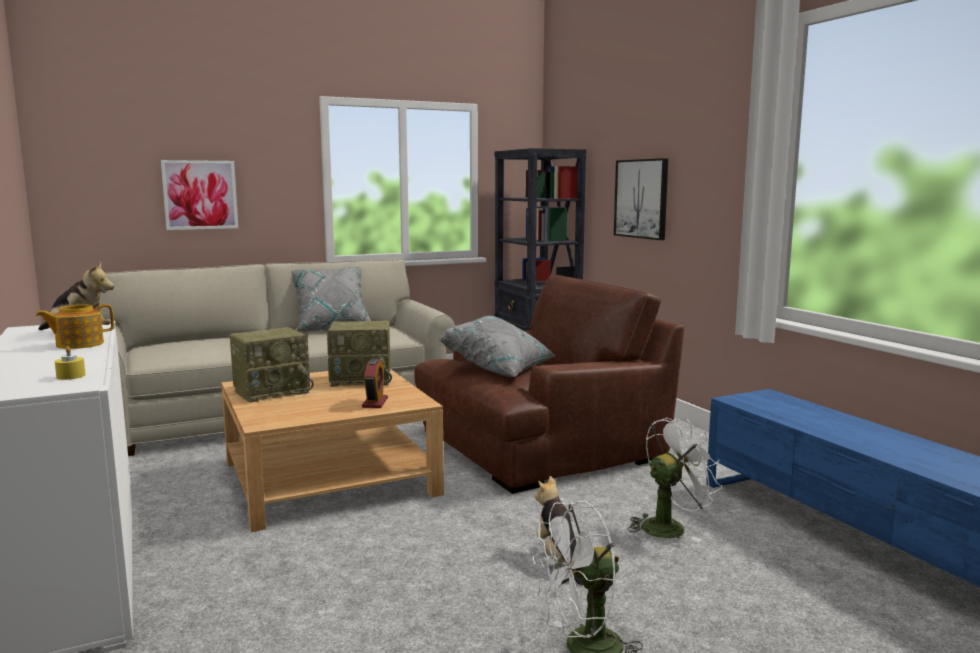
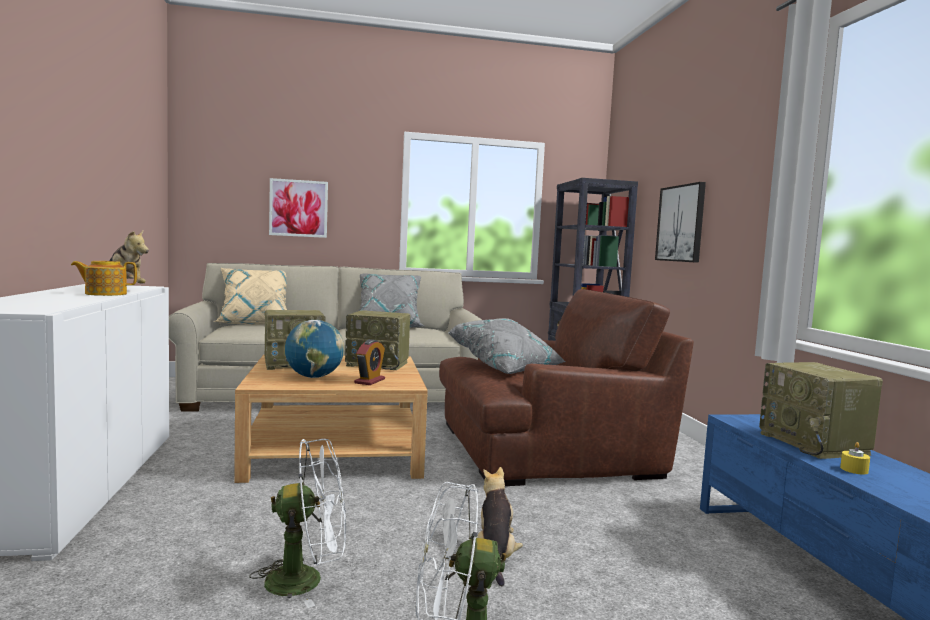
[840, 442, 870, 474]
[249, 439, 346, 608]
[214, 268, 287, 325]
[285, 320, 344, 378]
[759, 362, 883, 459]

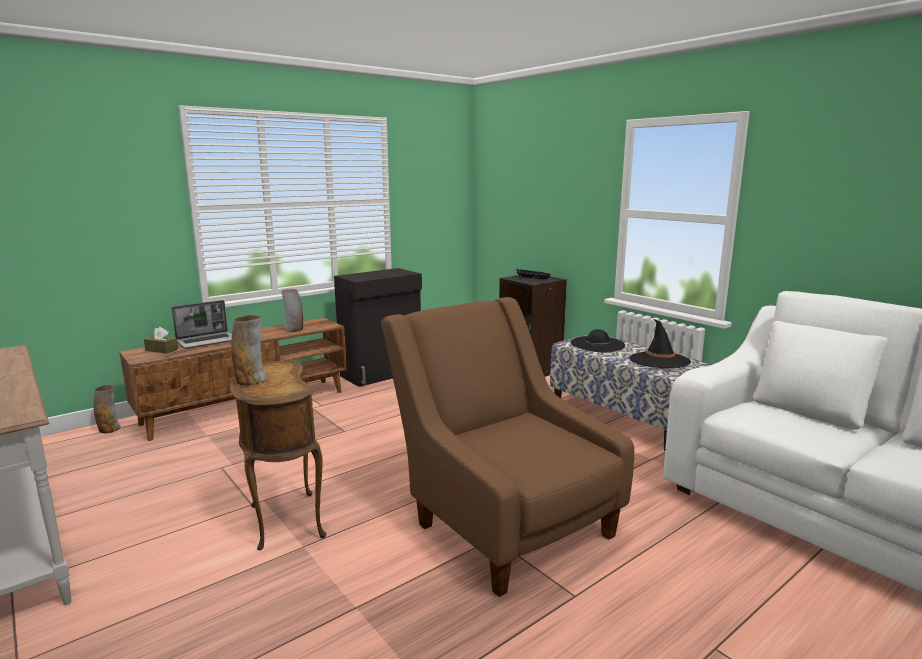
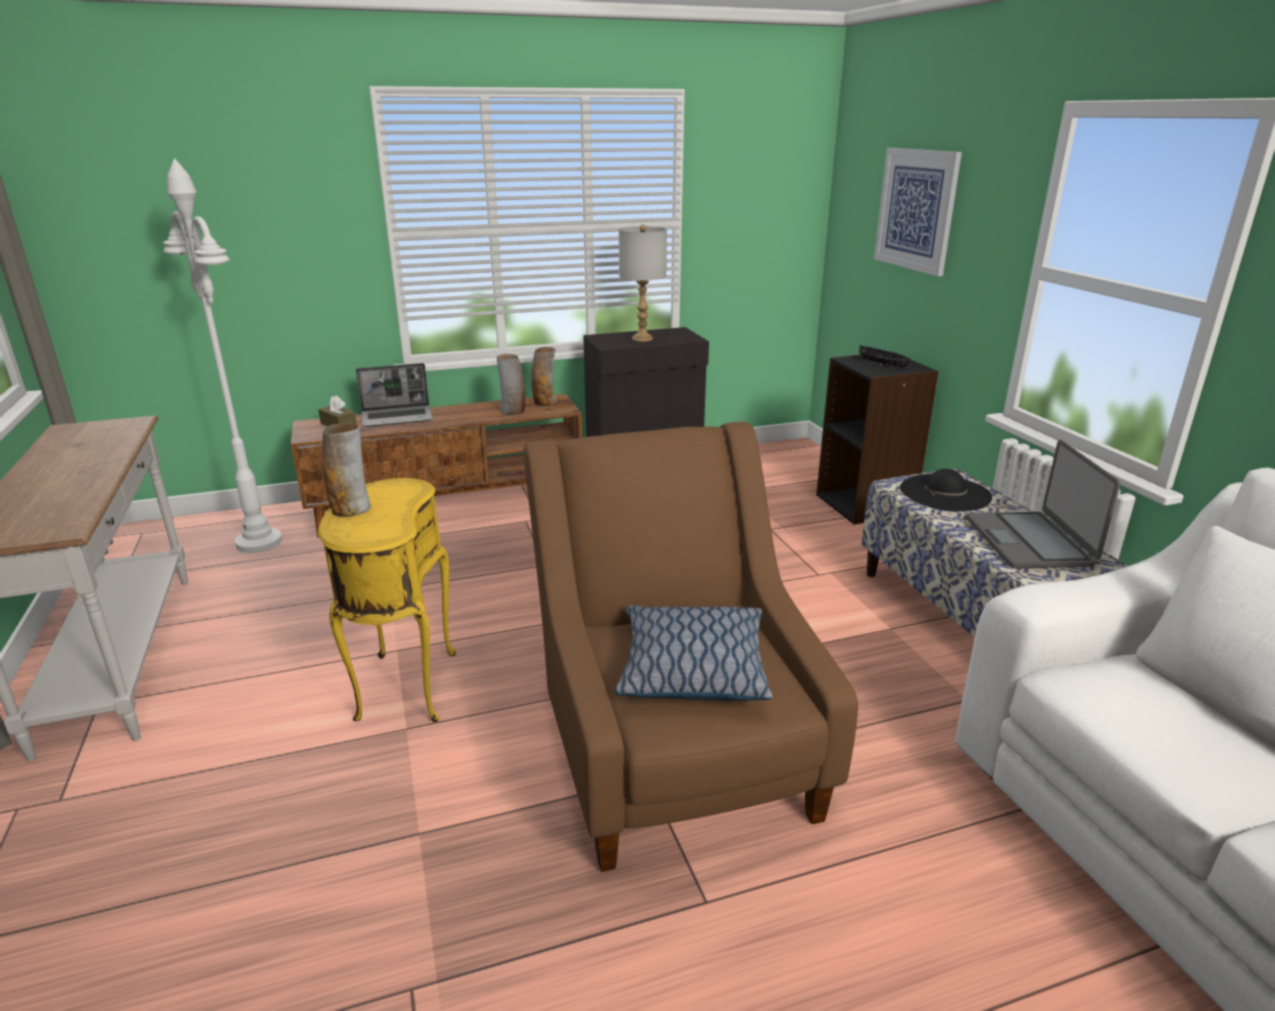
[531, 347, 557, 406]
[318, 478, 456, 722]
[966, 440, 1121, 569]
[163, 158, 282, 553]
[615, 606, 773, 701]
[619, 224, 667, 342]
[874, 148, 962, 276]

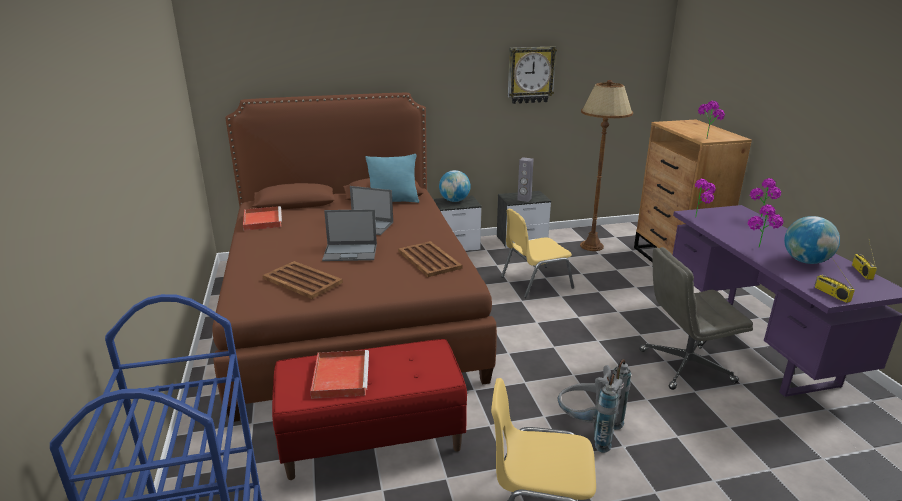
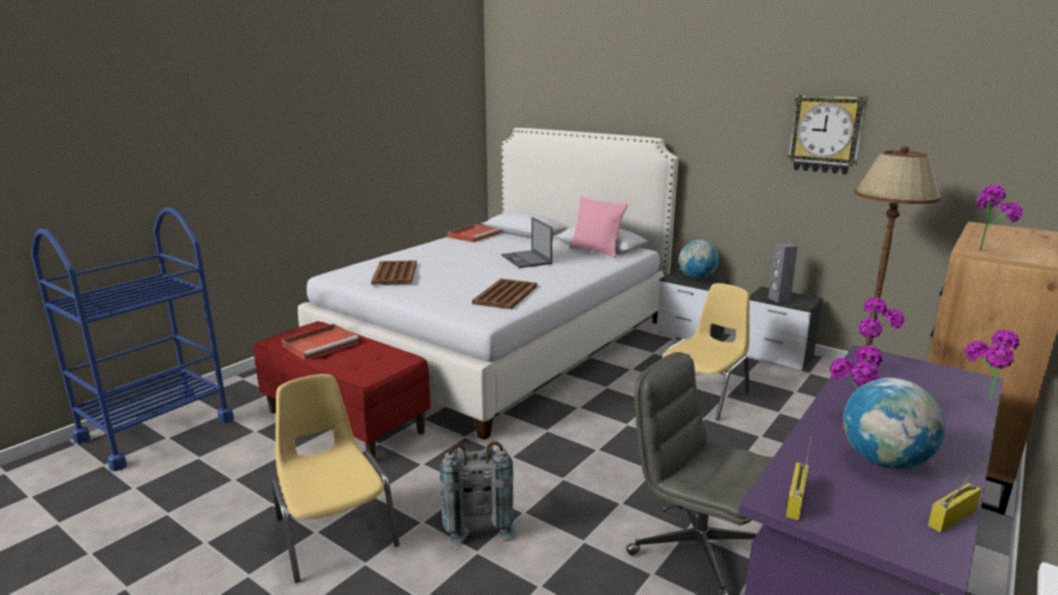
[298, 128, 679, 440]
[322, 209, 377, 261] (first image)
[569, 196, 628, 258]
[661, 283, 750, 421]

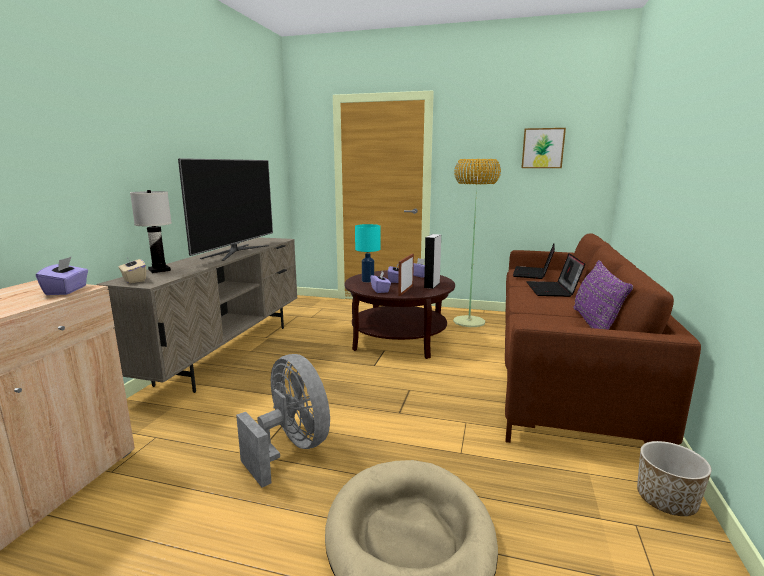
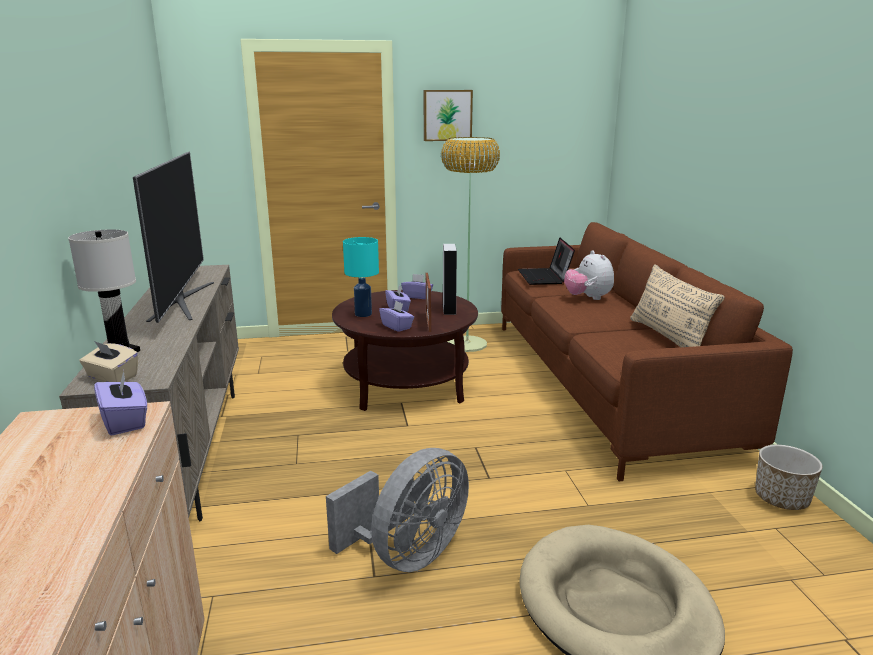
[326, 448, 469, 572]
[423, 90, 473, 141]
[564, 250, 614, 300]
[630, 264, 725, 347]

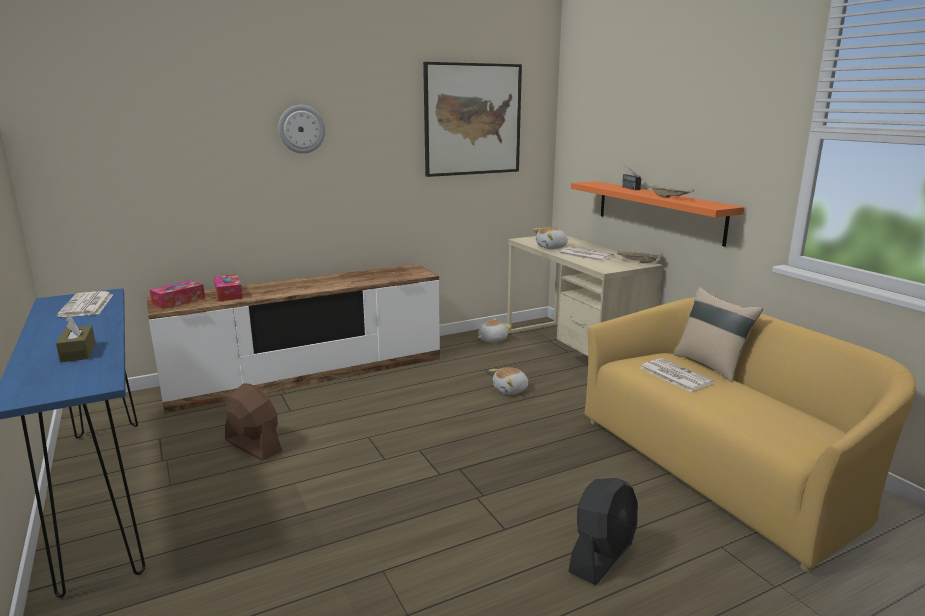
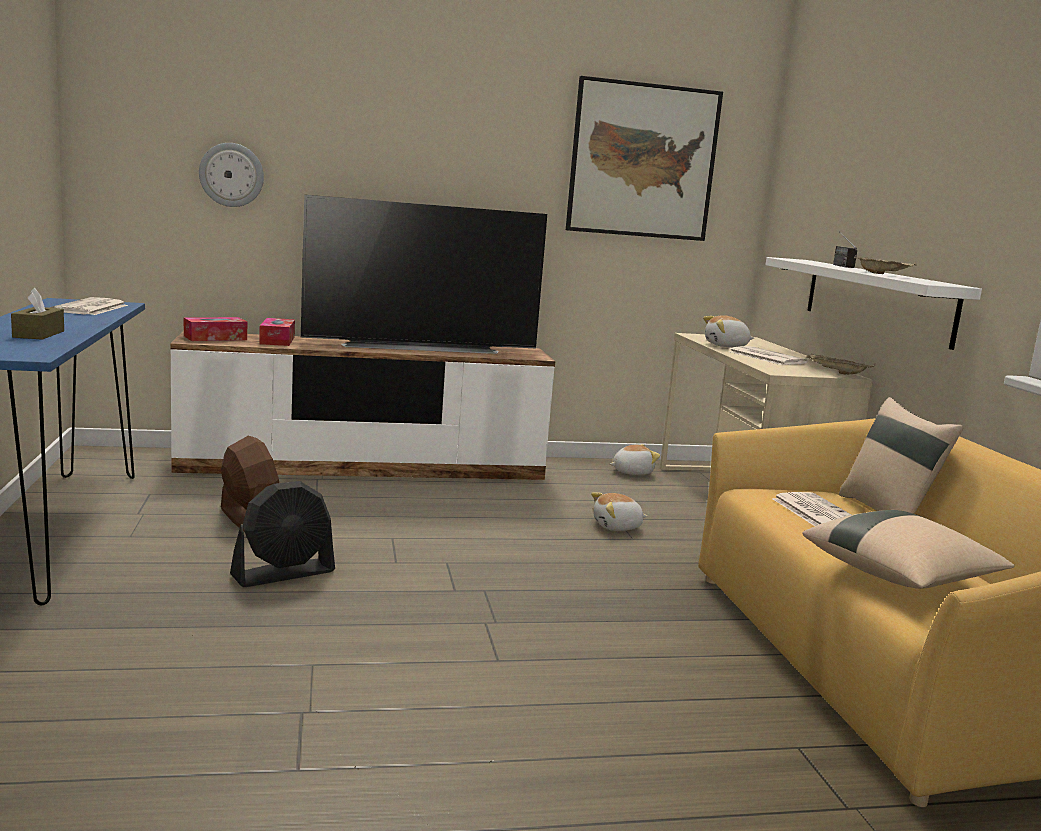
[199, 143, 264, 207]
[230, 481, 335, 587]
[765, 257, 982, 350]
[301, 195, 547, 354]
[802, 510, 1015, 589]

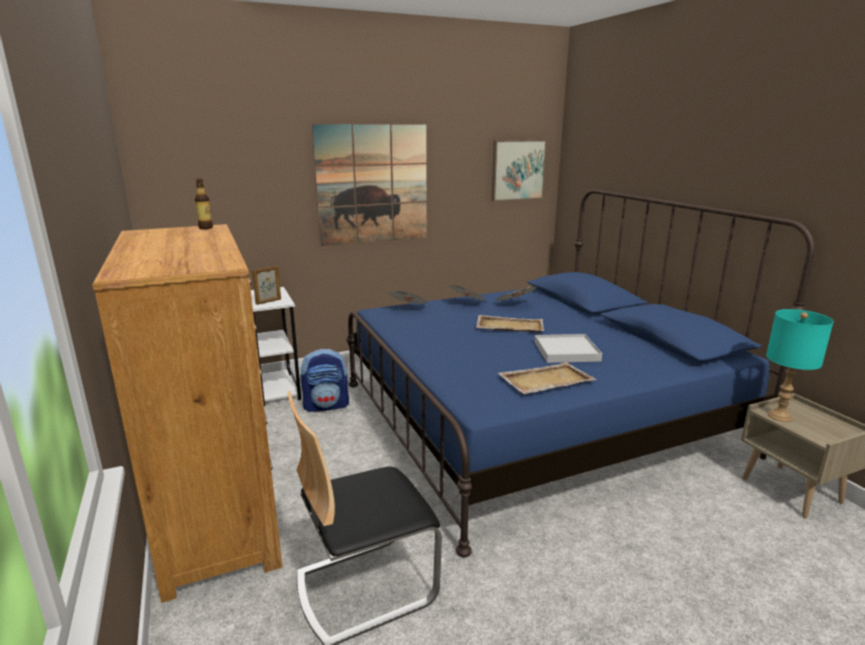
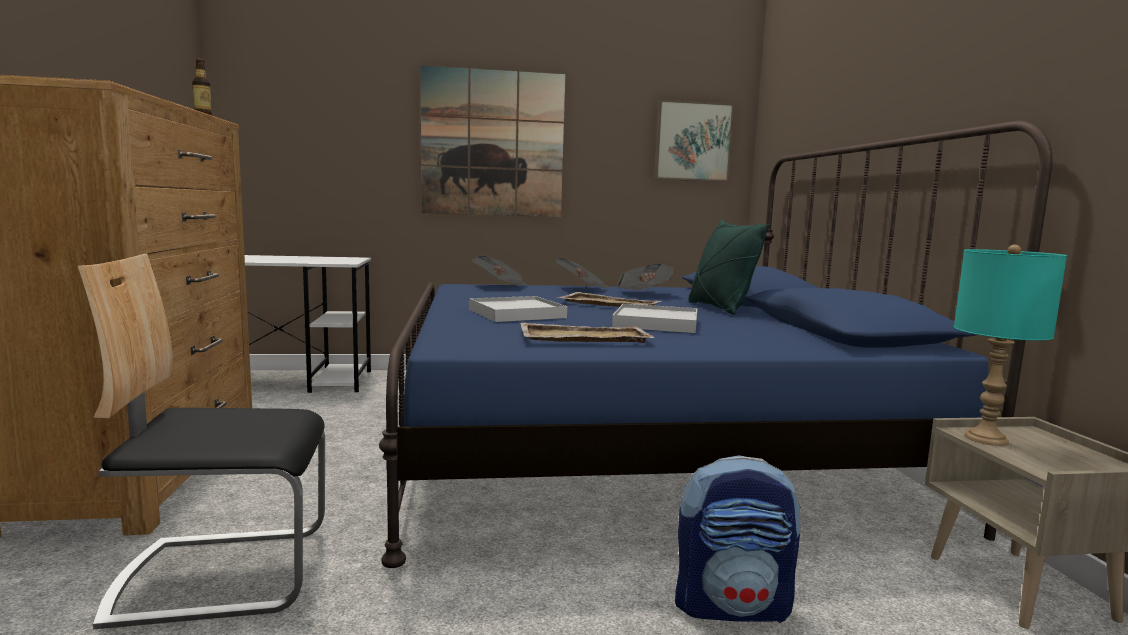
[252, 265, 281, 305] (first image)
[675, 455, 801, 623]
[469, 296, 567, 322]
[688, 220, 770, 315]

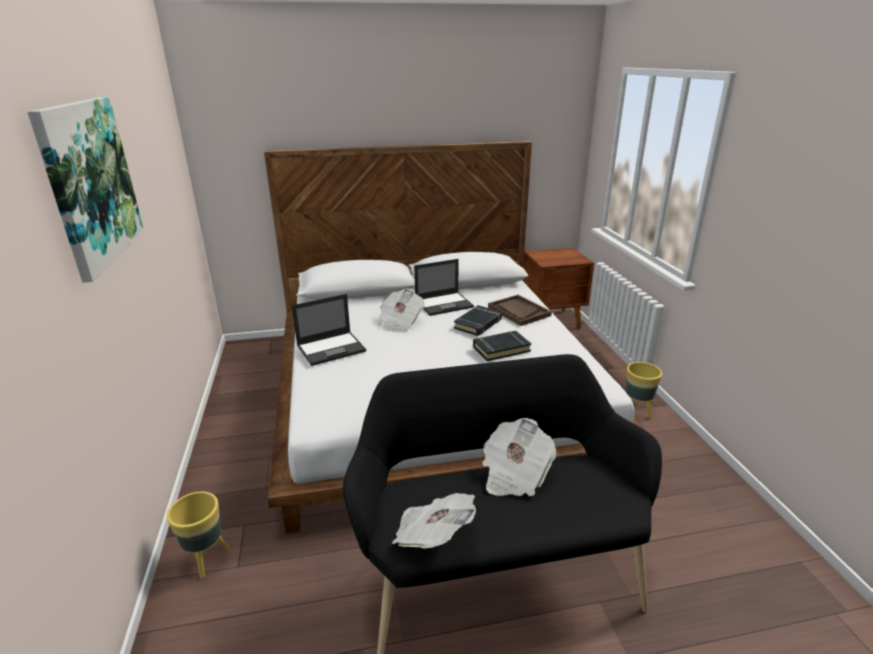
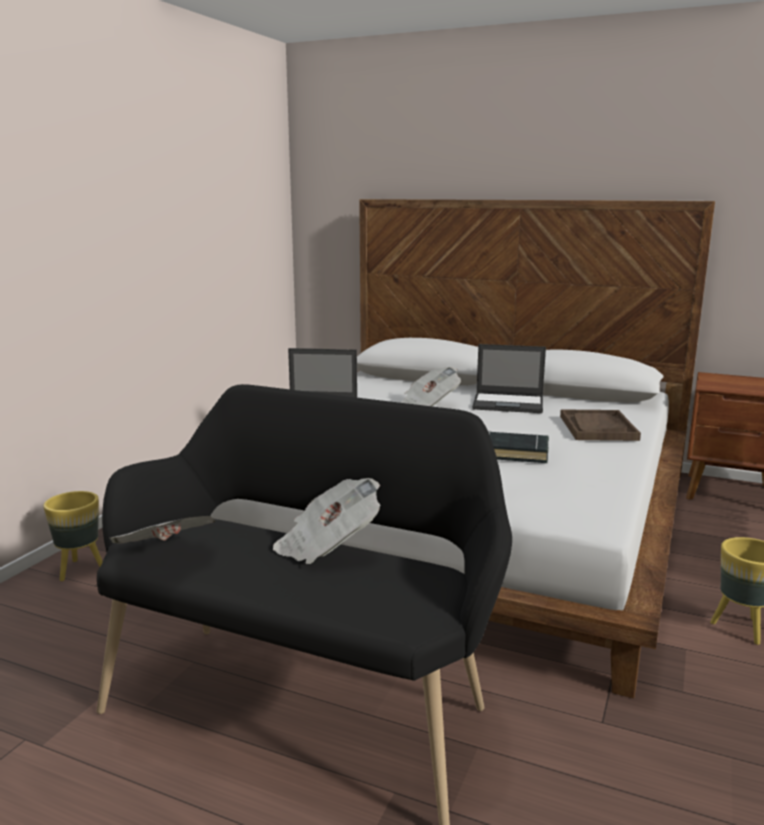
[27, 97, 144, 283] (first image)
[454, 305, 502, 336] (first image)

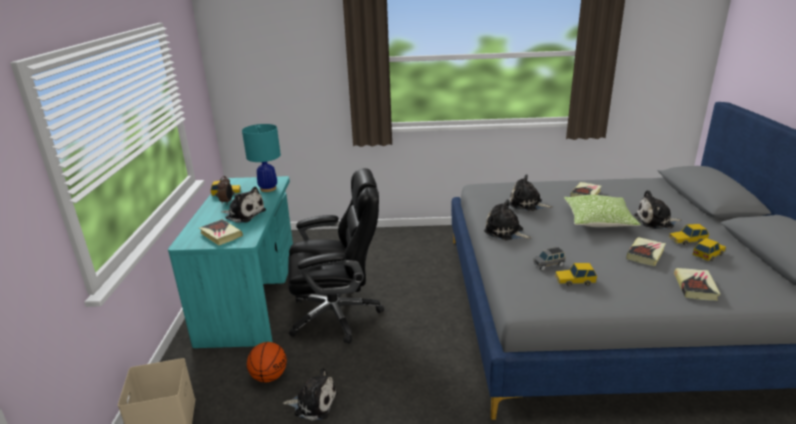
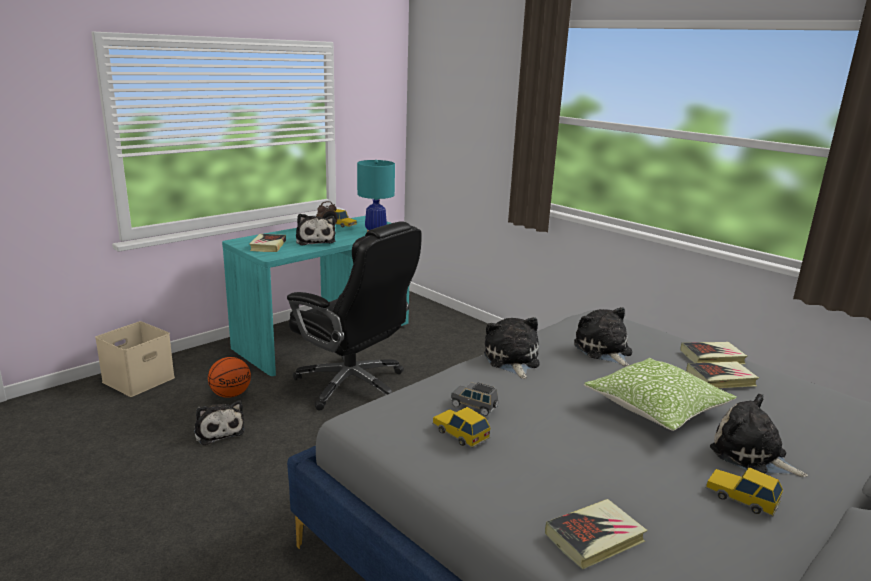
[680, 342, 748, 364]
[692, 238, 726, 261] (first image)

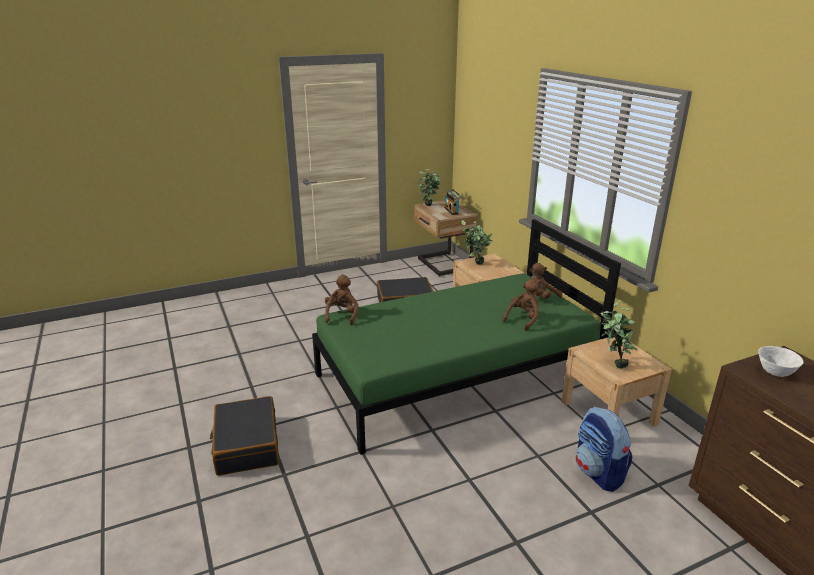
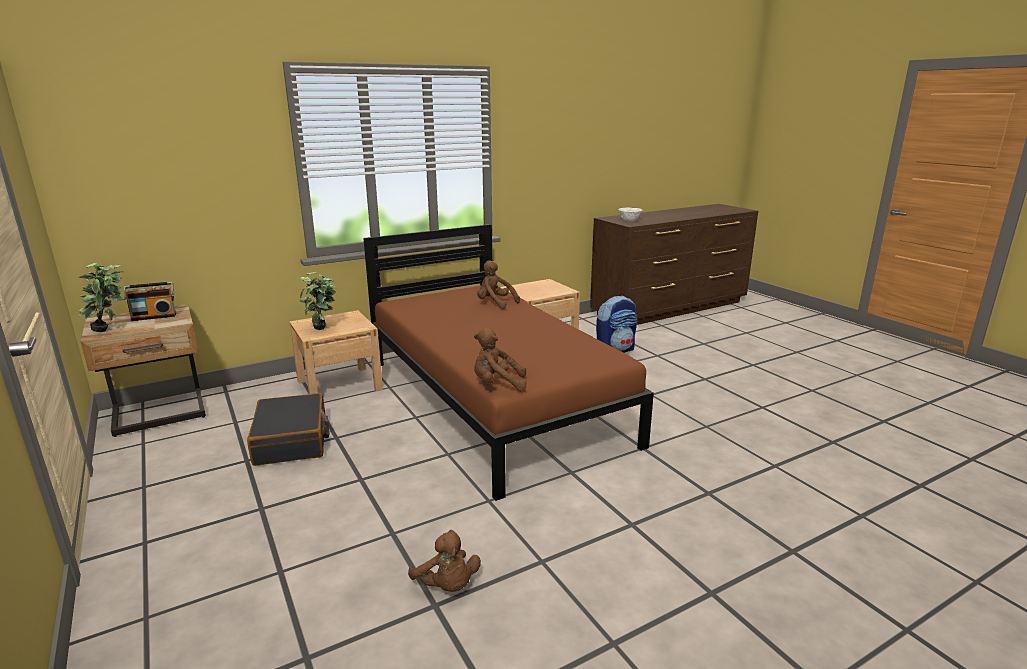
[210, 396, 279, 476] (first image)
[363, 224, 654, 501]
[408, 530, 481, 592]
[600, 300, 638, 368] (first image)

